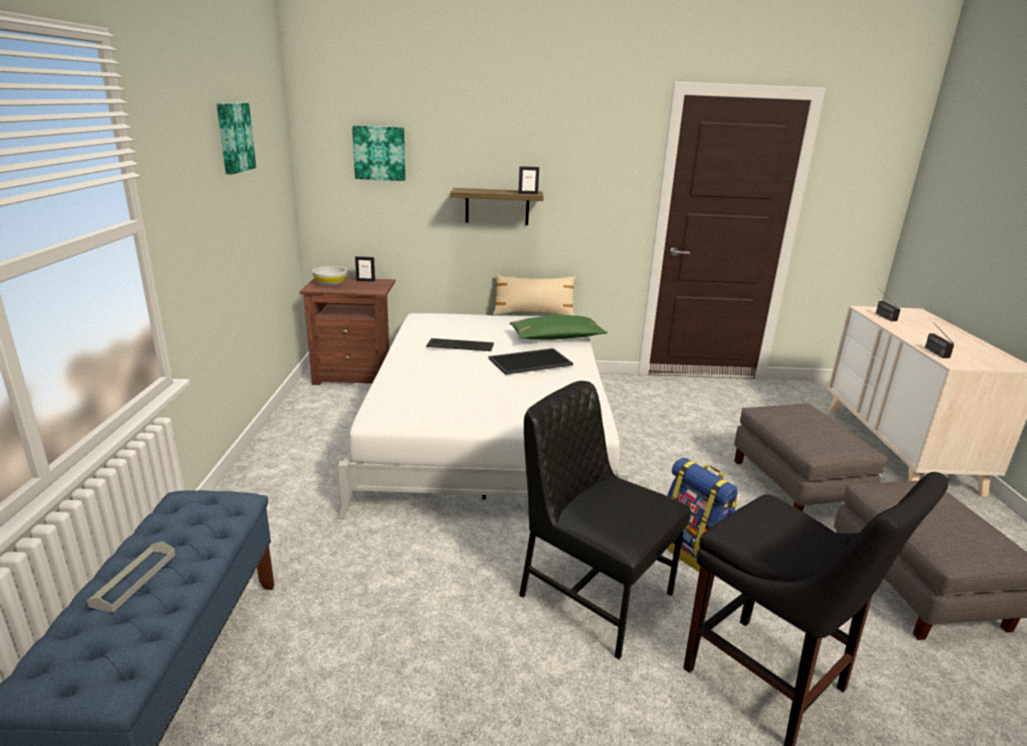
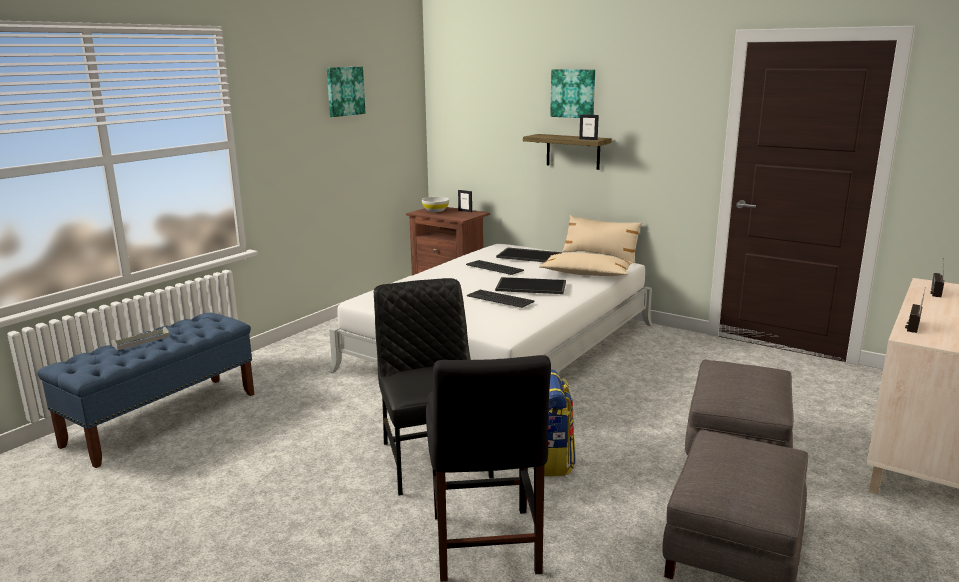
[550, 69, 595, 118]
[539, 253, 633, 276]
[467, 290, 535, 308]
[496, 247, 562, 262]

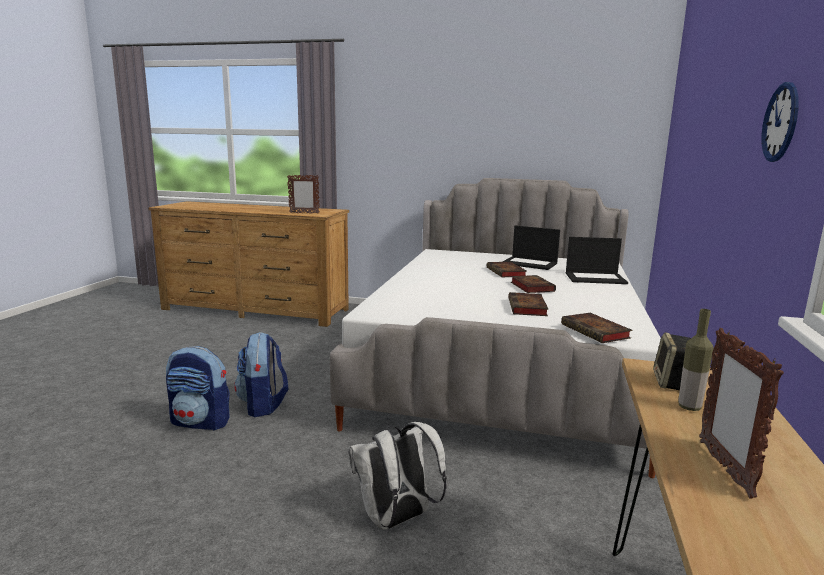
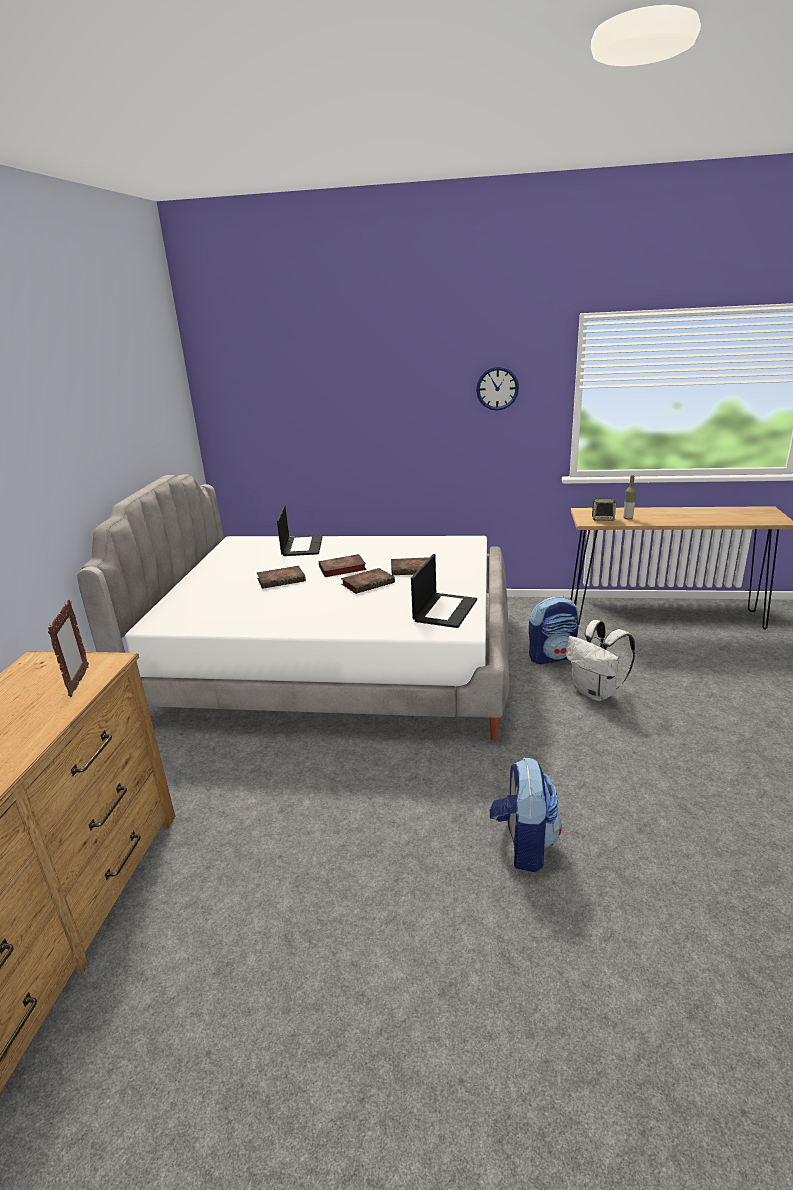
[529, 596, 579, 664]
[411, 554, 477, 628]
[341, 568, 395, 594]
[699, 328, 784, 498] (first image)

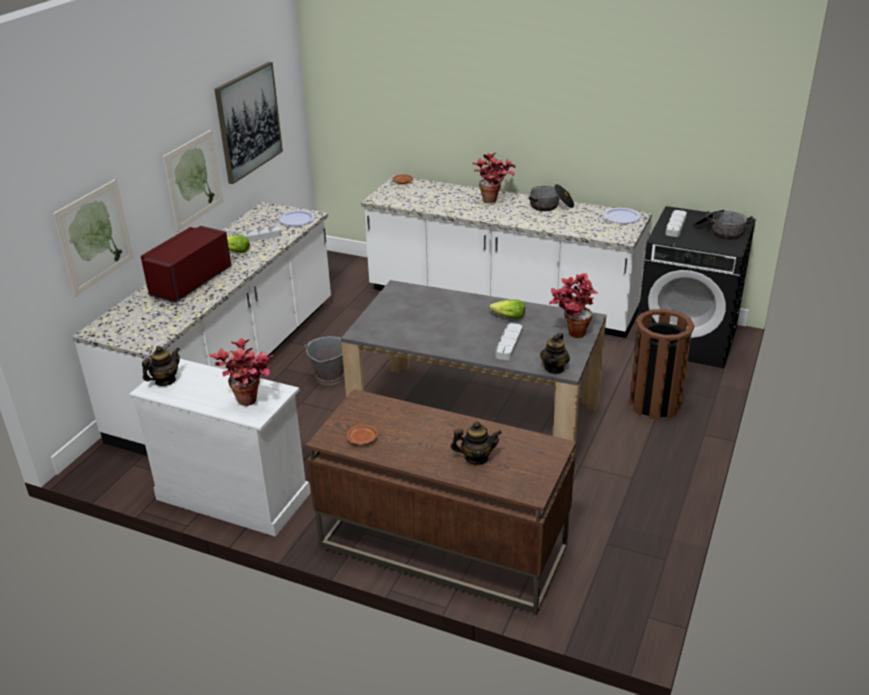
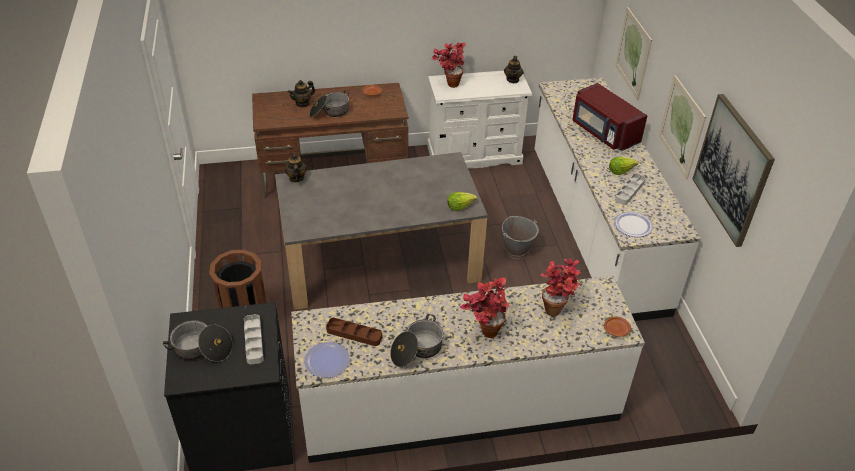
[572, 83, 648, 151]
[447, 192, 477, 211]
[495, 323, 523, 360] (first image)
[540, 258, 581, 316]
[309, 90, 349, 117]
[326, 318, 382, 346]

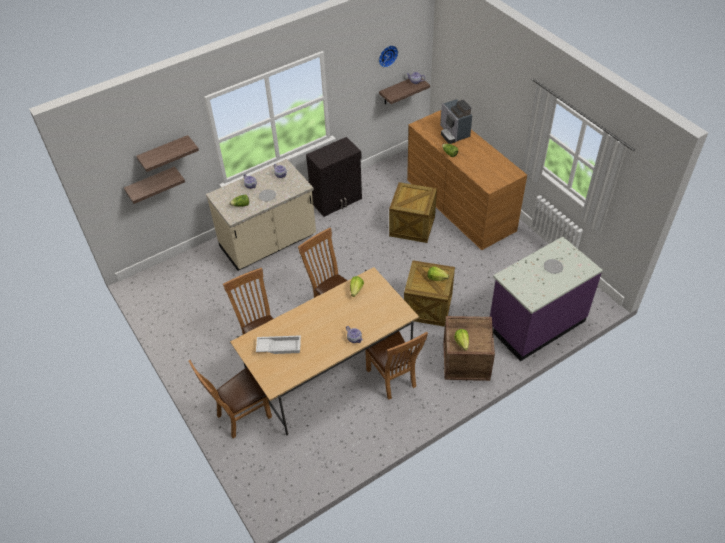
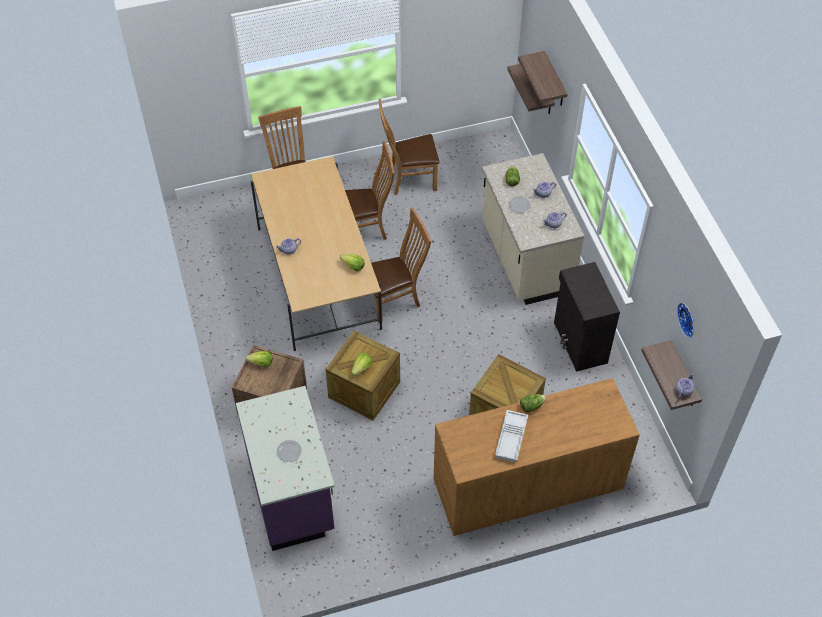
[495, 410, 528, 463]
[378, 99, 440, 195]
[440, 99, 472, 144] (first image)

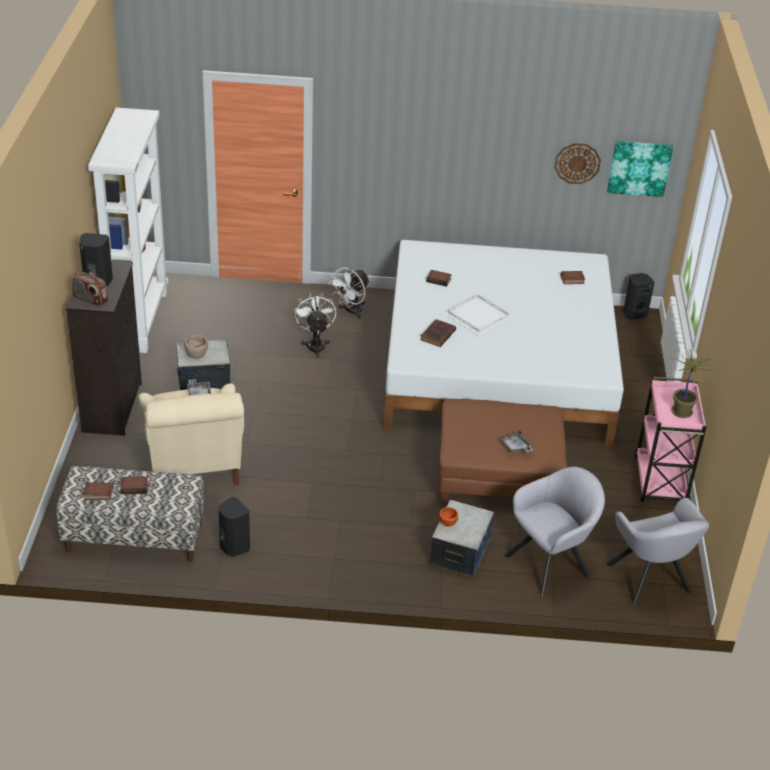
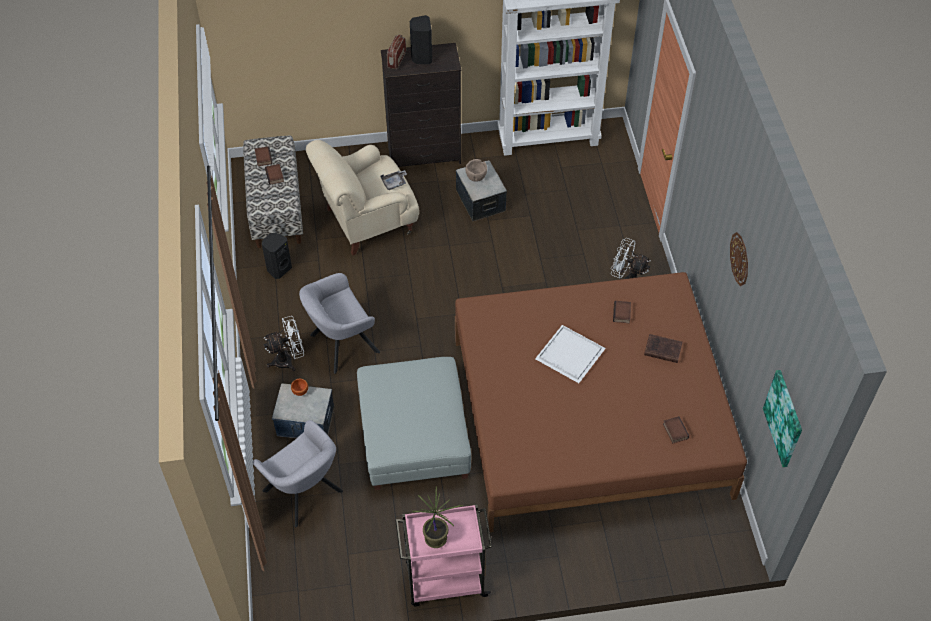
[263, 316, 304, 371]
[455, 272, 747, 532]
[644, 334, 683, 363]
[357, 357, 471, 490]
[500, 430, 533, 453] (first image)
[730, 232, 748, 286]
[299, 273, 380, 374]
[623, 273, 655, 320] (first image)

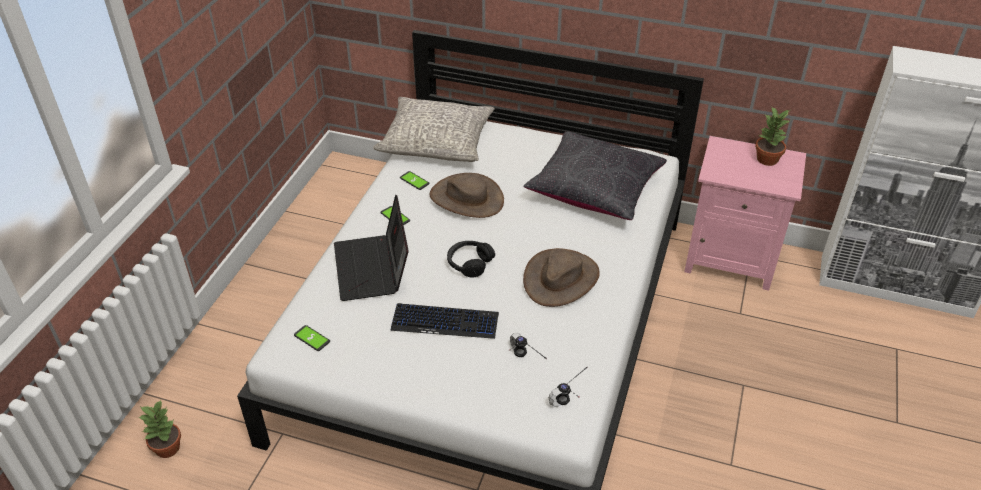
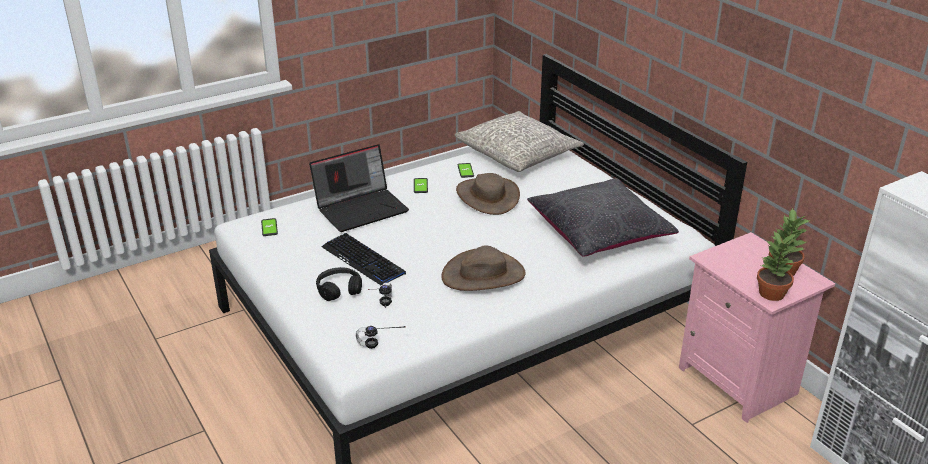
[757, 232, 797, 301]
[309, 144, 409, 232]
[316, 267, 362, 301]

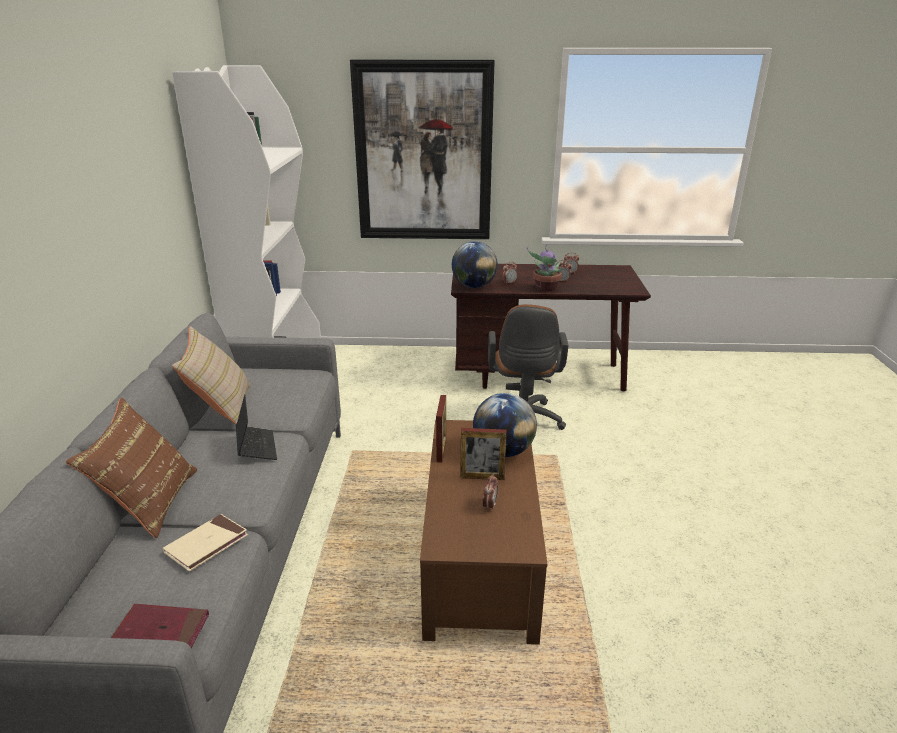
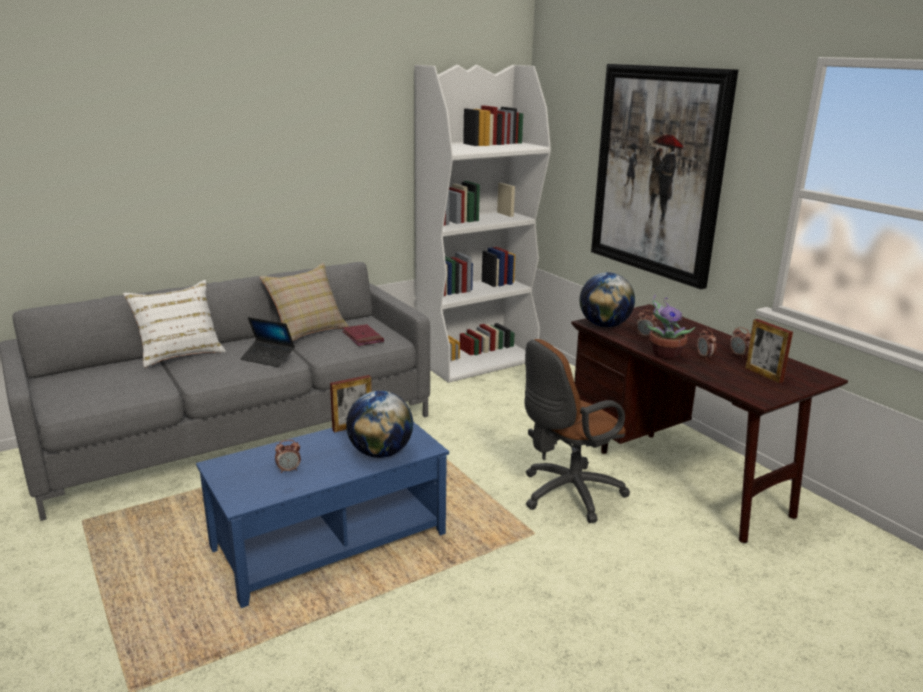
[123, 280, 226, 368]
[342, 324, 384, 346]
[163, 514, 248, 571] (first image)
[241, 317, 295, 367]
[196, 422, 449, 608]
[745, 319, 793, 383]

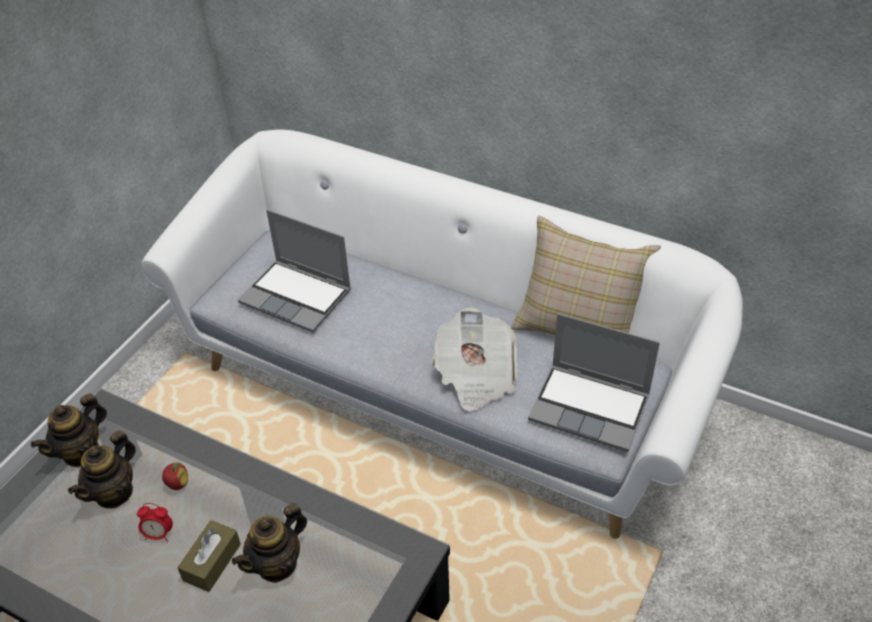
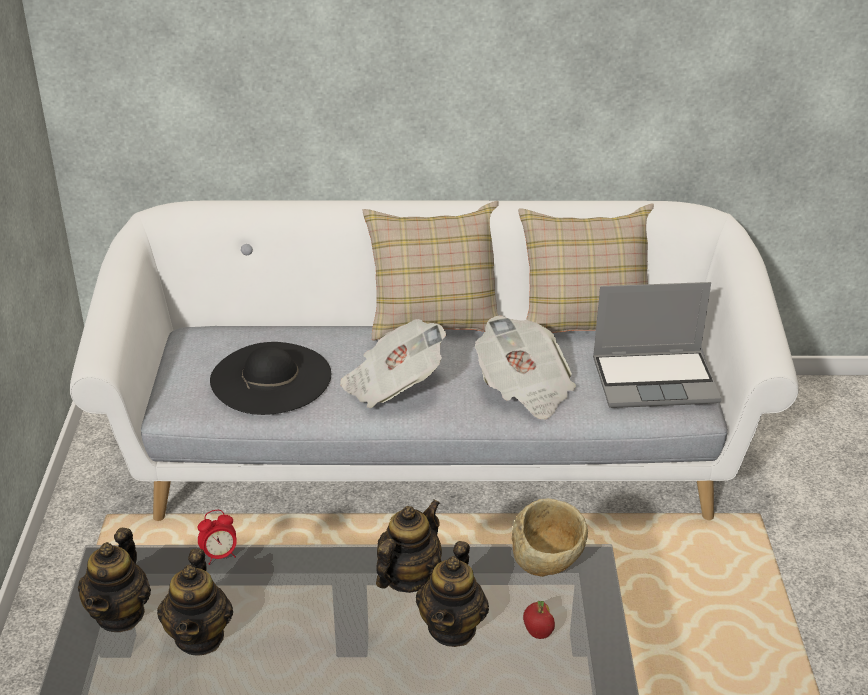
[198, 510, 237, 565]
[523, 601, 555, 639]
[177, 520, 241, 592] (first image)
[210, 342, 331, 415]
[340, 319, 447, 408]
[362, 201, 499, 341]
[376, 500, 442, 593]
[512, 498, 588, 577]

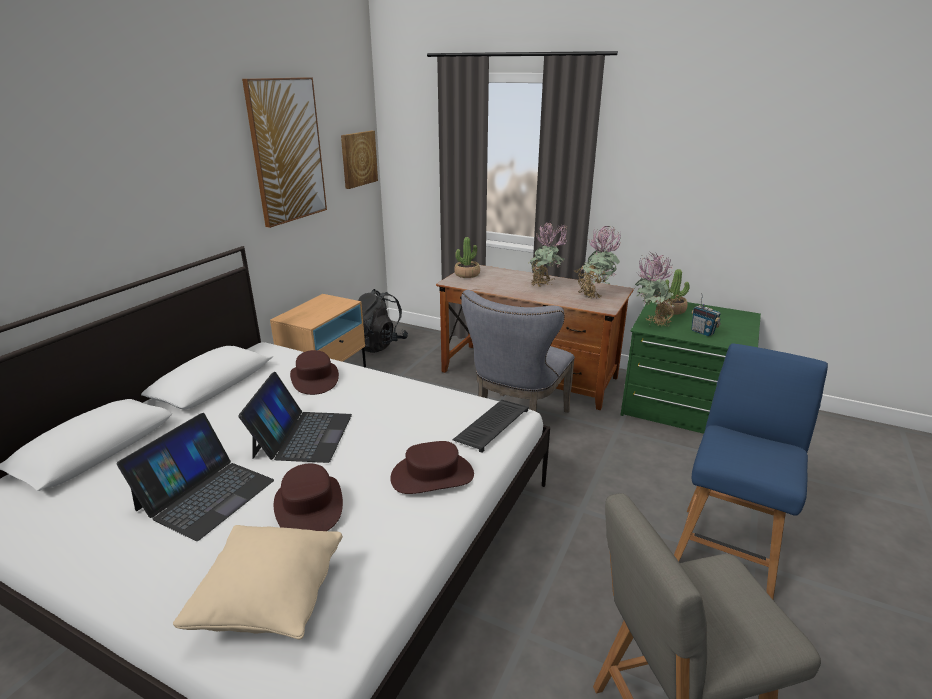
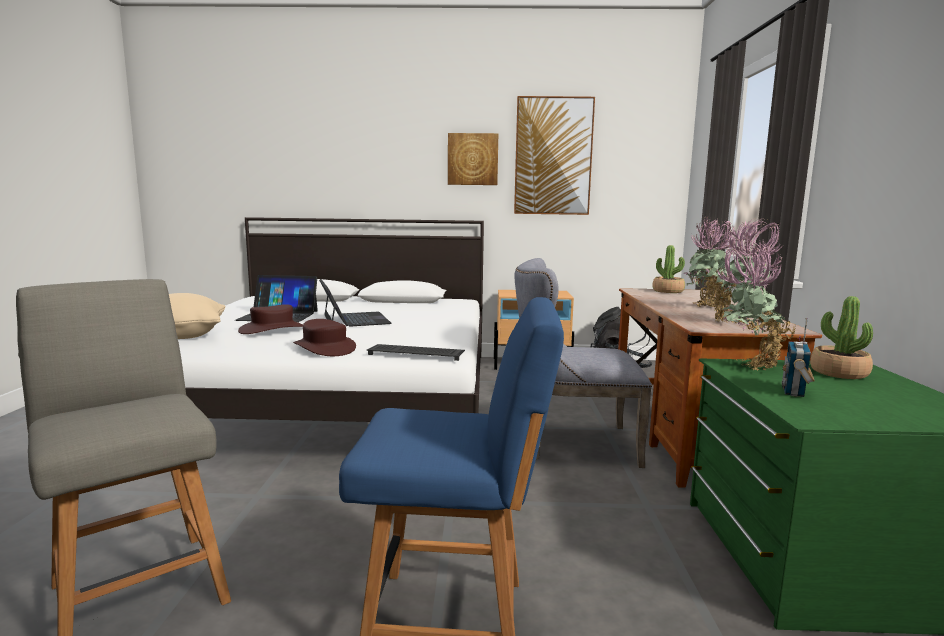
[319, 279, 392, 327]
[290, 350, 339, 395] (first image)
[448, 133, 498, 185]

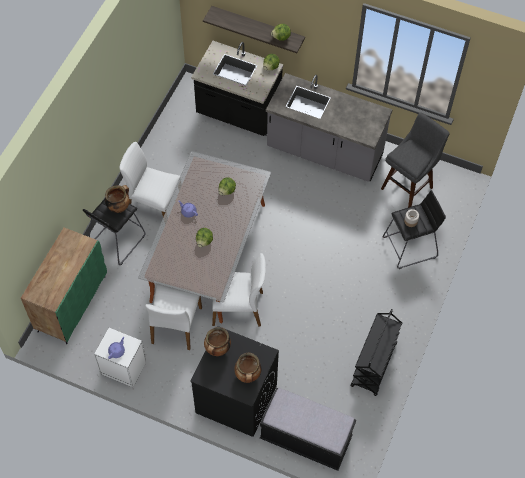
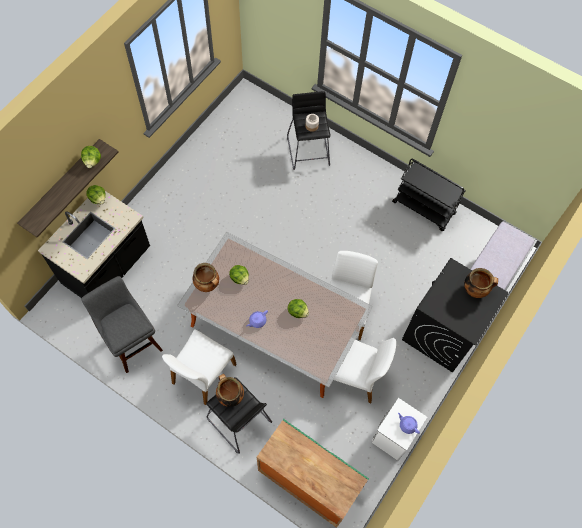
[192, 263, 219, 292]
[266, 73, 393, 182] (first image)
[81, 276, 163, 373]

